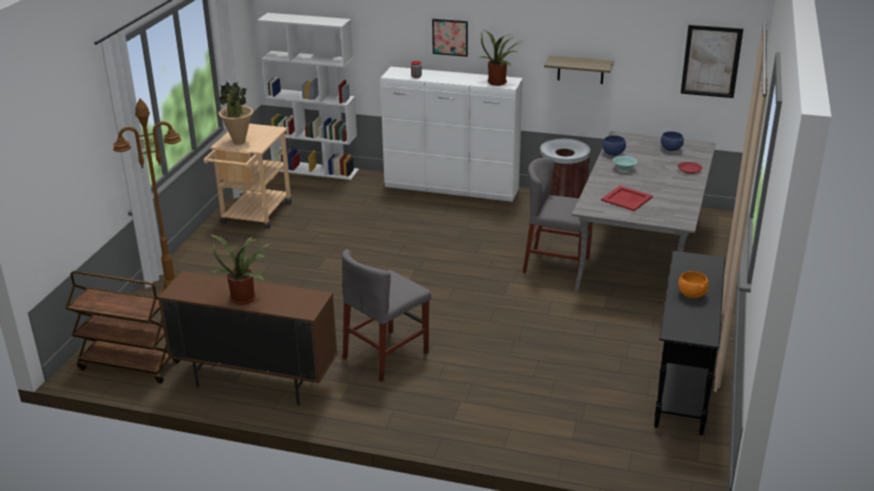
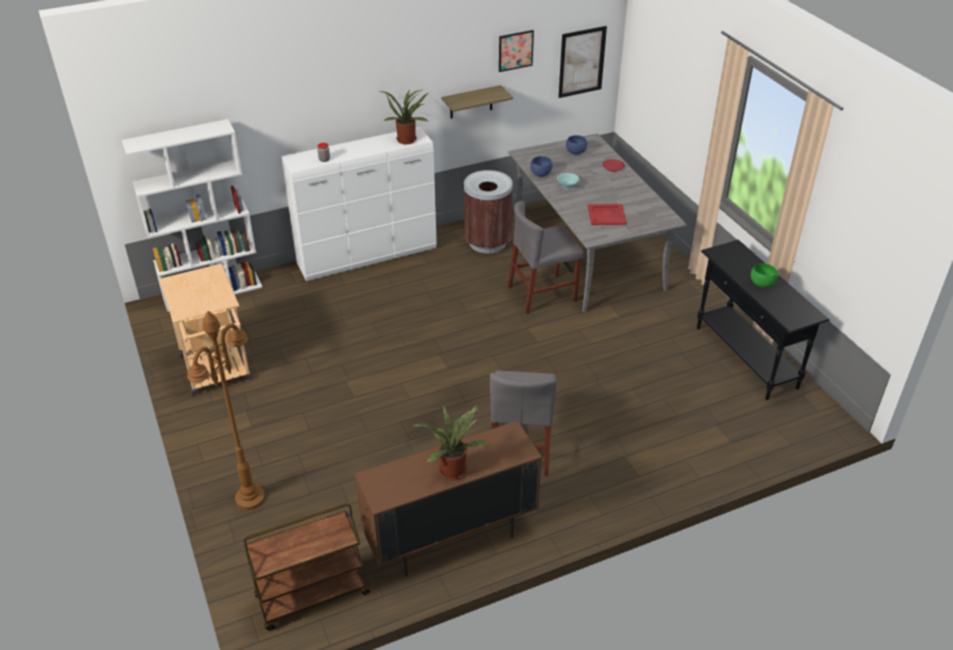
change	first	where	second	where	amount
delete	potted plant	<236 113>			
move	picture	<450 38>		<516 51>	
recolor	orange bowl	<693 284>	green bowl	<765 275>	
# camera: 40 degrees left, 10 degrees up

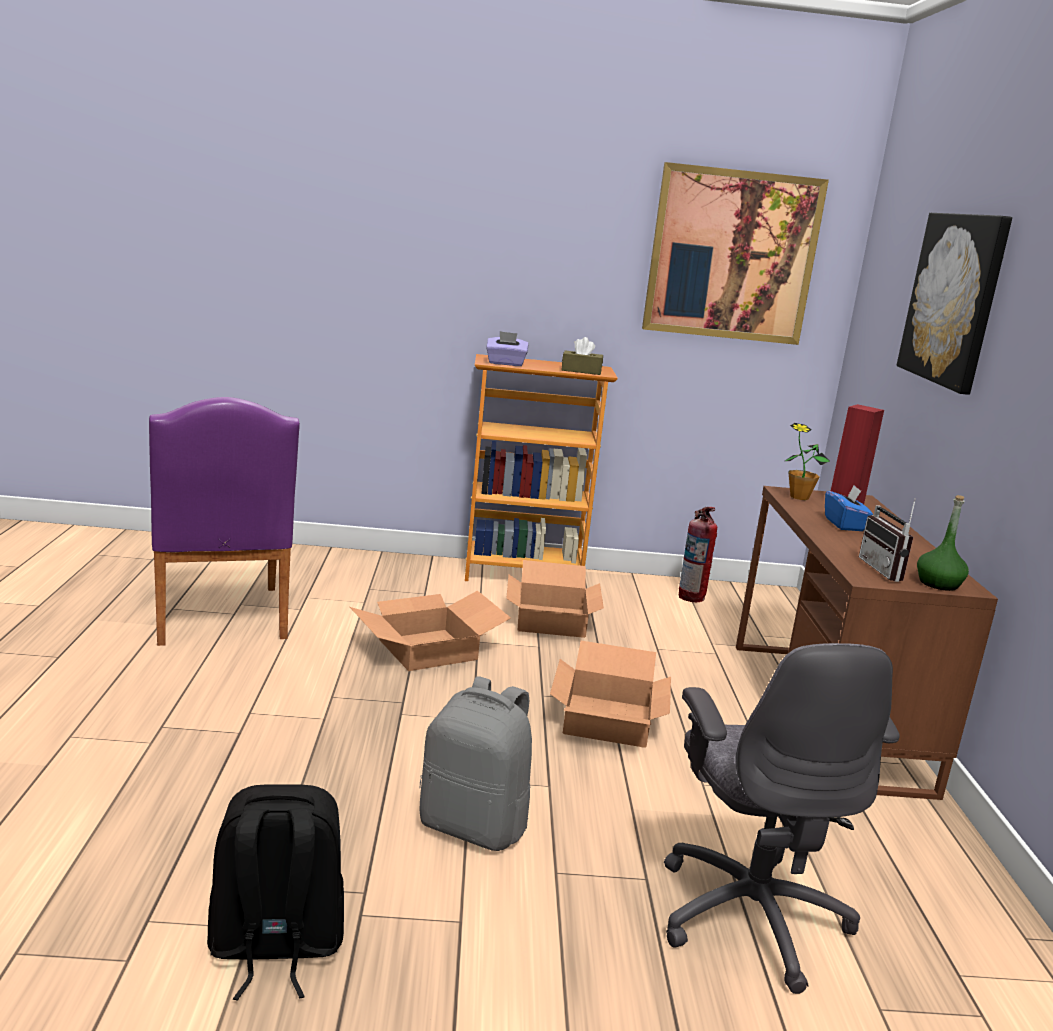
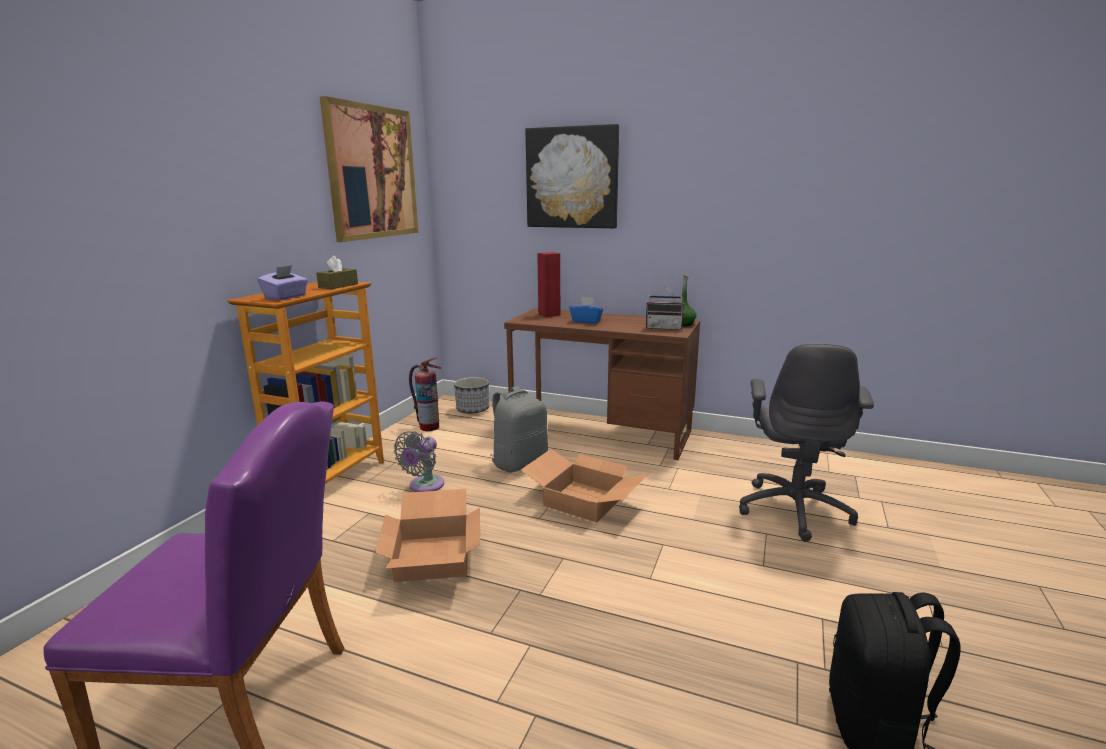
change	first	where	second	where	amount
delete	potted plant	<807 461>			
insert			planter	<471 395>	
move	grey backpack	<476 764>		<519 429>	
replace	cardboard box	<555 599>	grey fan	<419 461>	
rotate	grey office chair	<782 818>		<806 442>	90 degrees clockwise
# camera: 65 degrees left, 0 degrees up

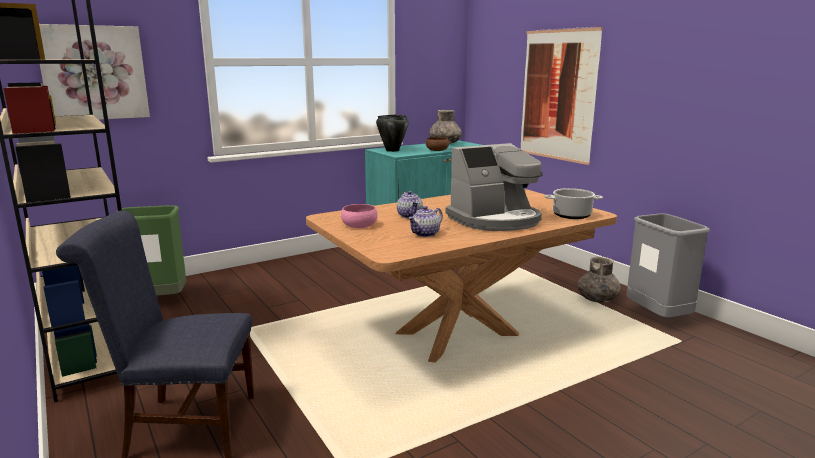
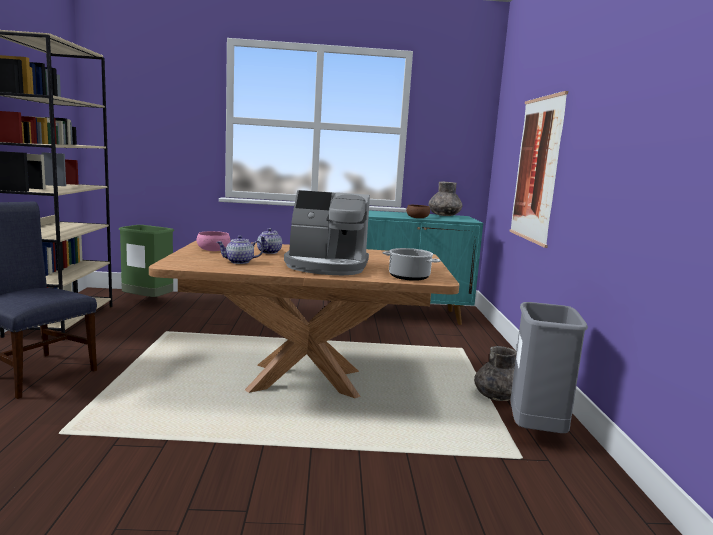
change	first	where	second	where	amount
delete	picture	<94 72>			
delete	black cooking pot	<392 133>			
# camera: 30 degrees right, 5 degrees down

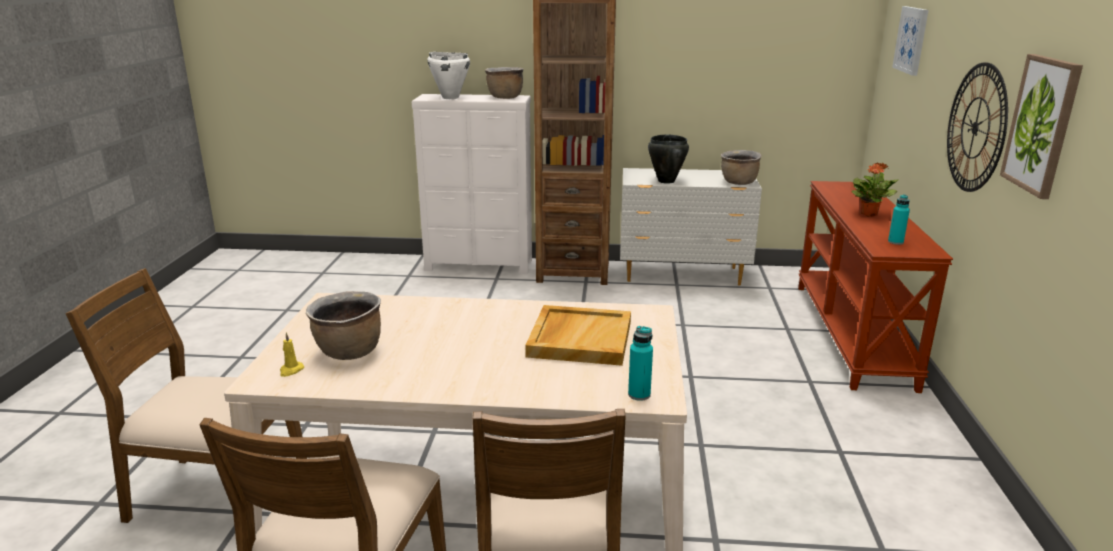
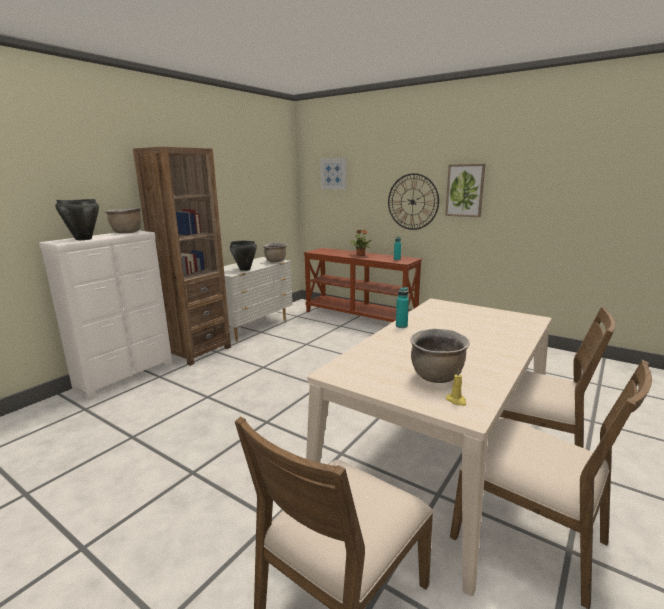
change	first	where	second	where	amount
delete	beige tray	<578 335>			
move	turquoise bottle	<640 363>		<402 307>	
recolor	white cooking pot	<448 75>	black cooking pot	<77 219>	
# camera: 60 degrees left, 5 degrees down

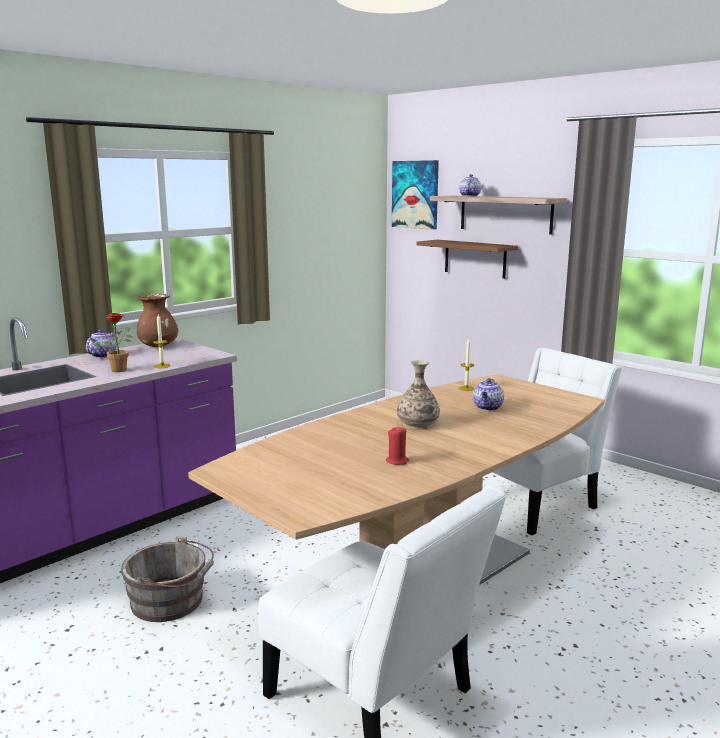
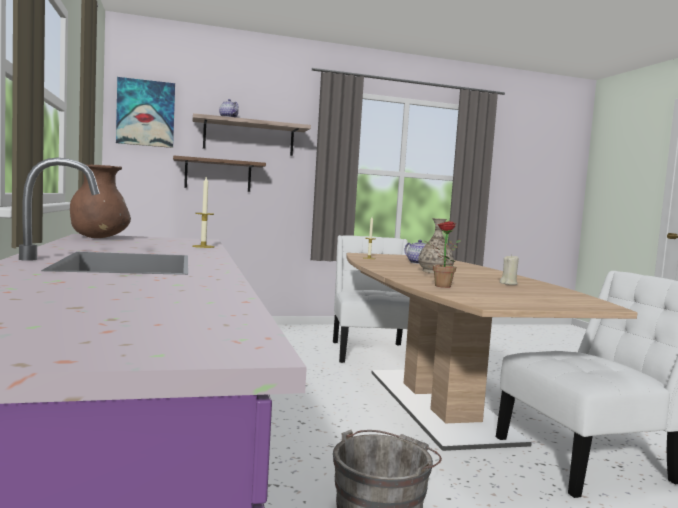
change	first	where	second	where	amount
delete	teapot	<101 343>			
move	potted plant	<112 342>		<443 254>	
recolor	red candle	<397 445>	beige candle	<509 269>	
# camera: 60 degrees left, 10 degrees down

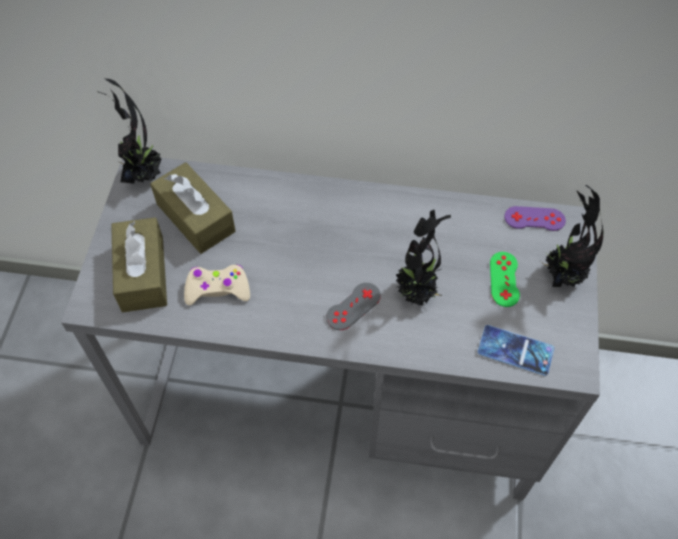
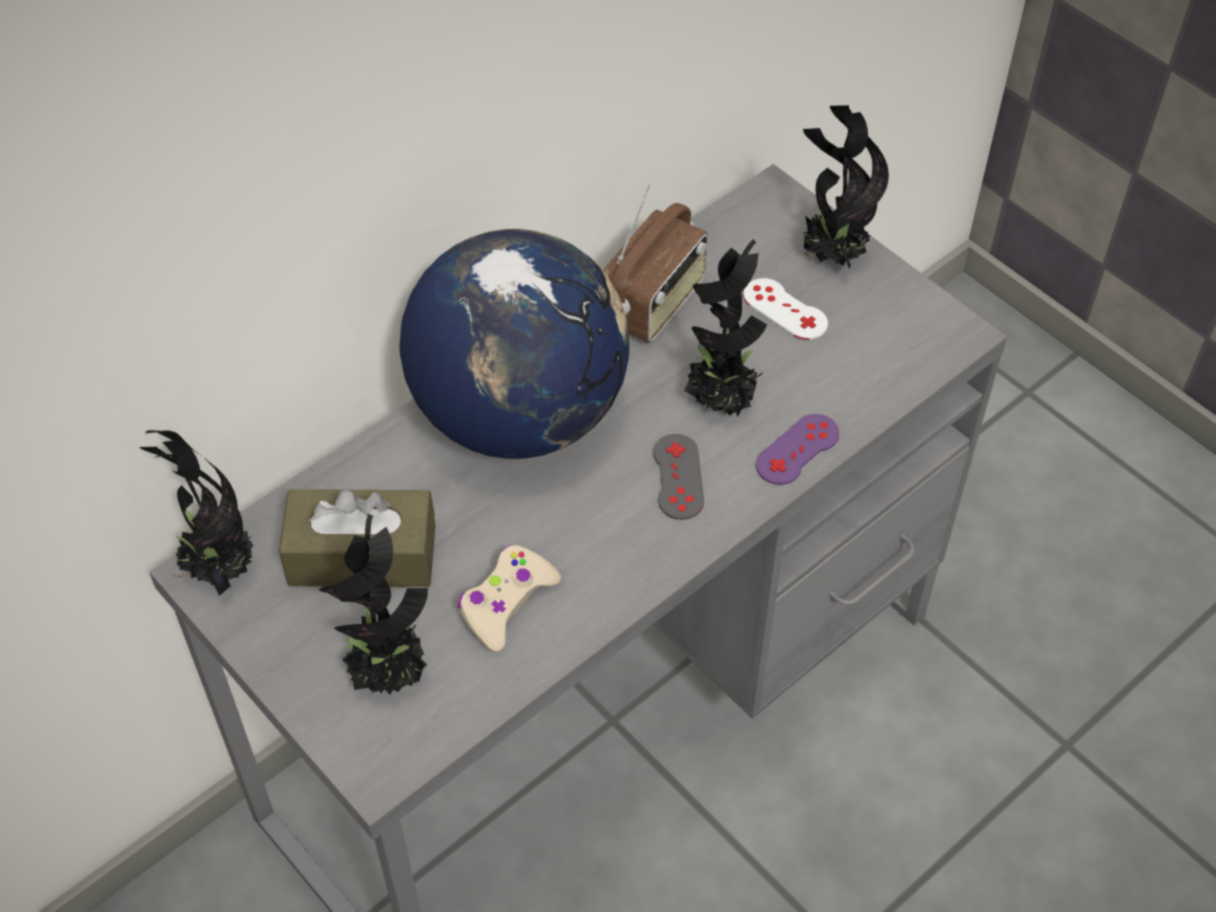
change	first	where	second	where	amount
delete	phone	<516 350>			
insert			globe	<514 344>	
insert			radio	<655 263>	
move	purple game controller	<535 218>		<797 449>	
replace	brown tissue box	<139 264>	potted plant	<373 604>	
recolor	green game controller	<505 279>	white game controller	<785 309>	
# camera: 50 degrees left, 5 degrees down

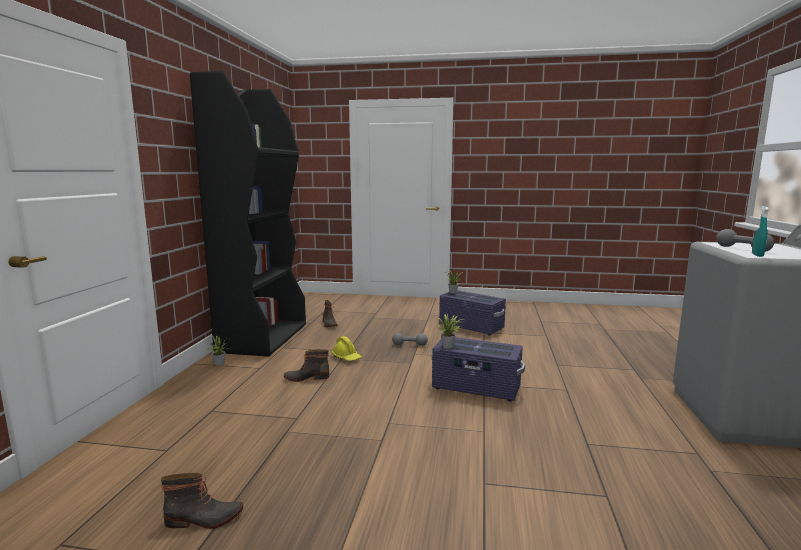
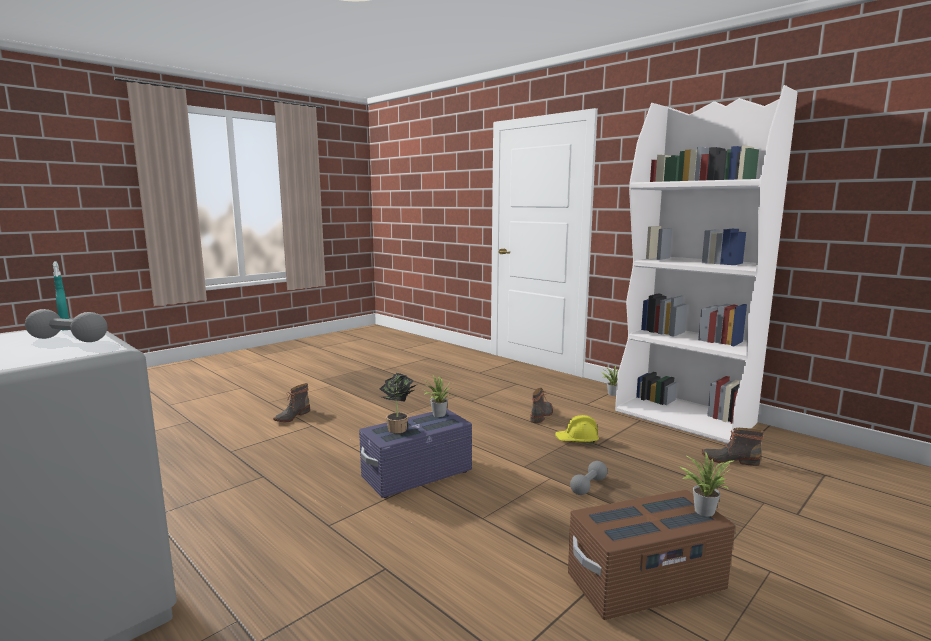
change	first	where	second	where	amount
insert			potted plant	<398 403>	
move	boot	<202 501>		<291 402>	
recolor	black bookcase	<248 214>	white bookcase	<706 264>	
recolor	purple storage box	<472 313>	brown storage box	<651 555>	
# camera: 125 degrees right, 0 degrees up

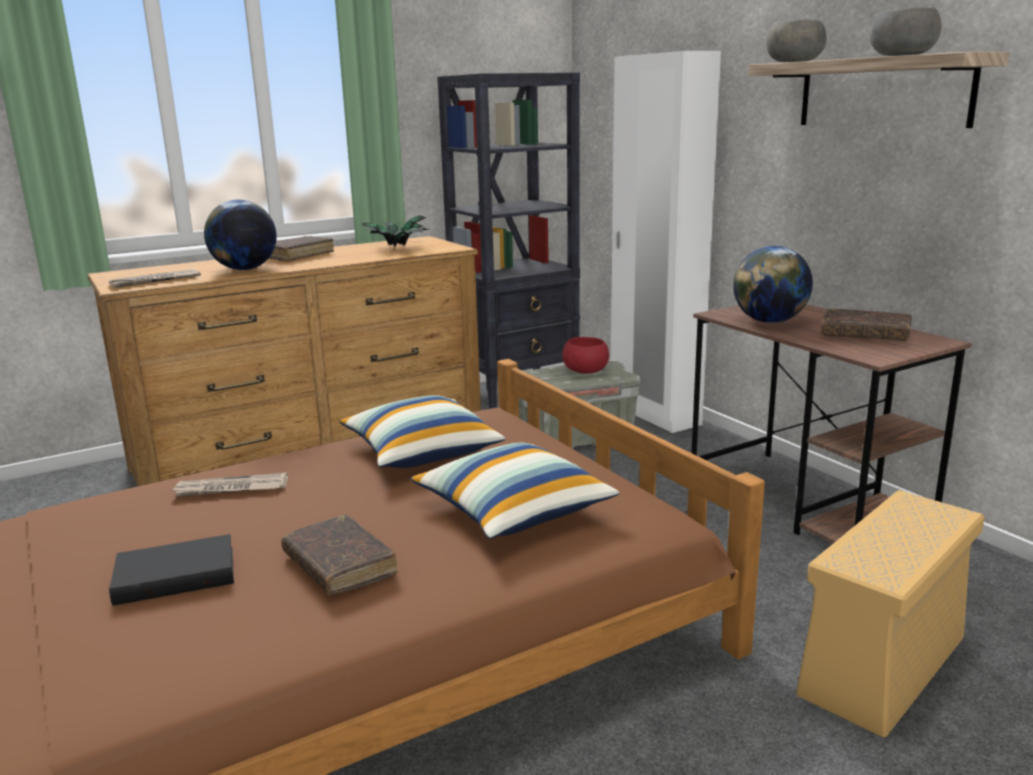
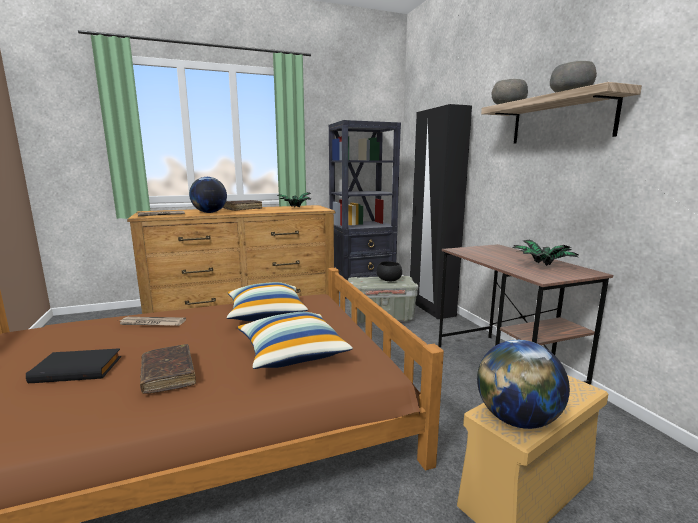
change	first	where	second	where	amount
move	globe	<773 284>		<523 384>	
replace	brown book	<866 324>	potted plant	<545 253>	
recolor	red bowl	<585 355>	black bowl	<389 271>	
recolor	white wardrobe	<666 242>	black wardrobe	<441 211>	
# camera: 10 degrees right, 5 degrees down

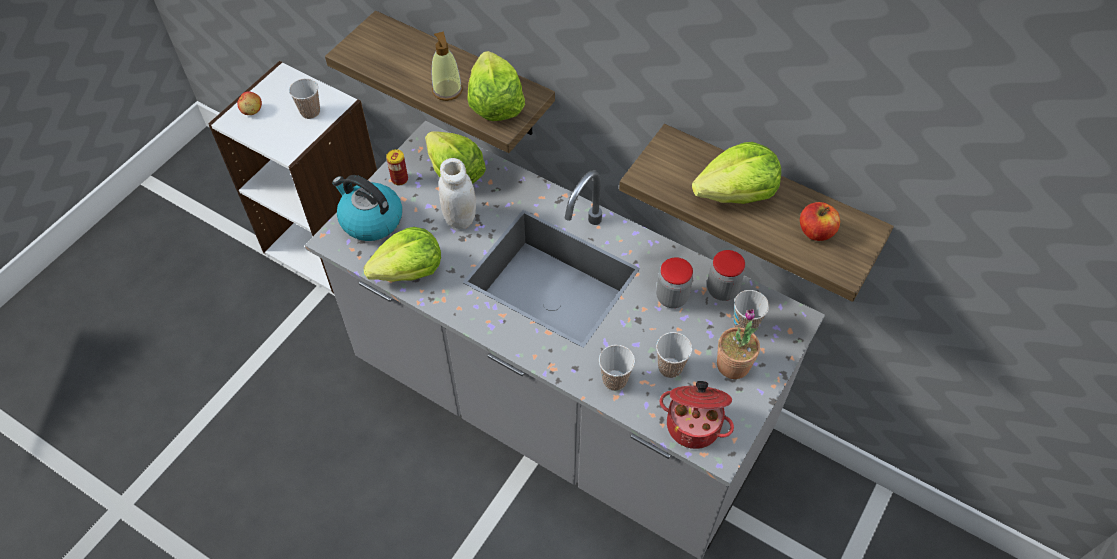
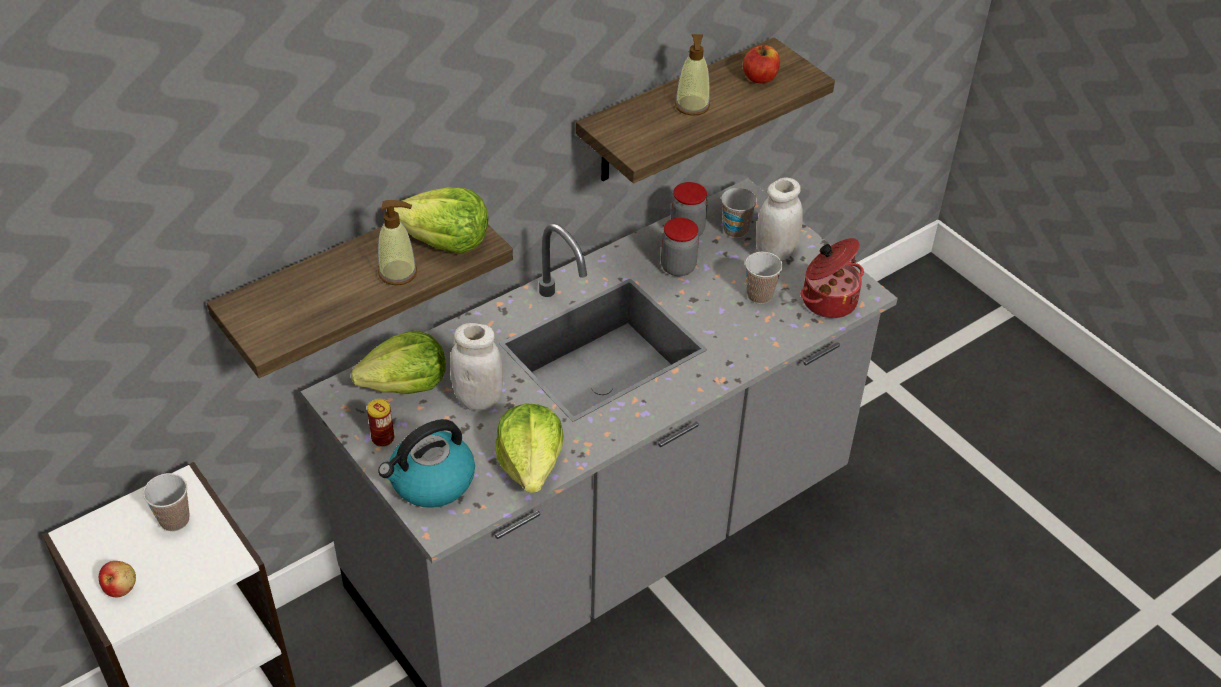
change	first	where	second	where	amount
delete	cup	<617 368>			
replace	lettuce	<736 173>	soap dispenser	<692 75>	
replace	potted plant	<738 344>	white jar	<779 219>	
# camera: 70 degrees left, 10 degrees down

